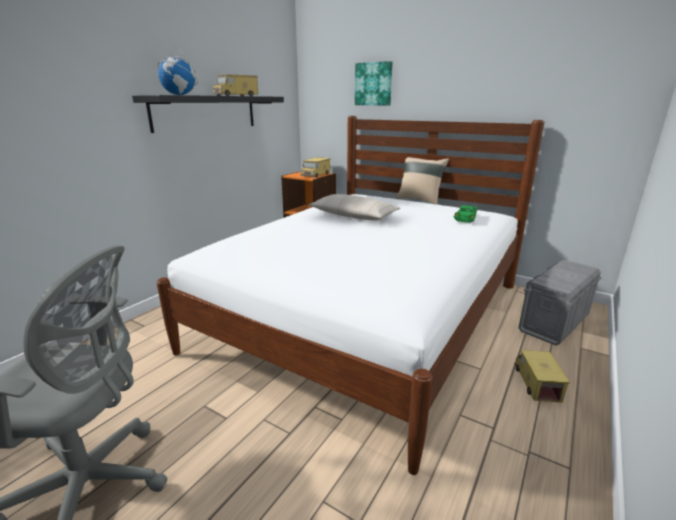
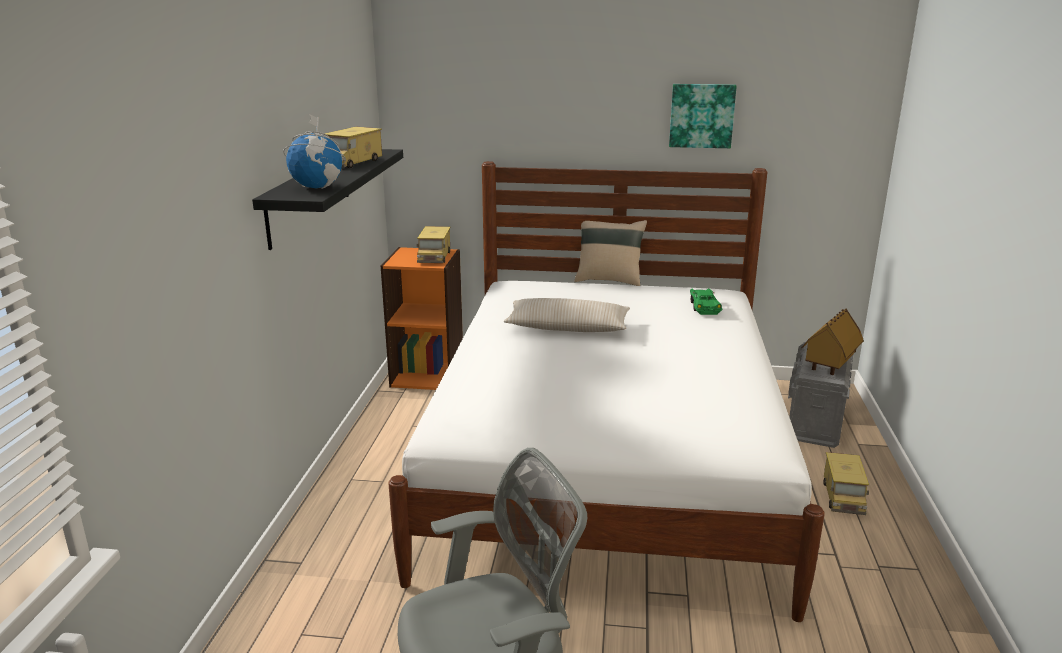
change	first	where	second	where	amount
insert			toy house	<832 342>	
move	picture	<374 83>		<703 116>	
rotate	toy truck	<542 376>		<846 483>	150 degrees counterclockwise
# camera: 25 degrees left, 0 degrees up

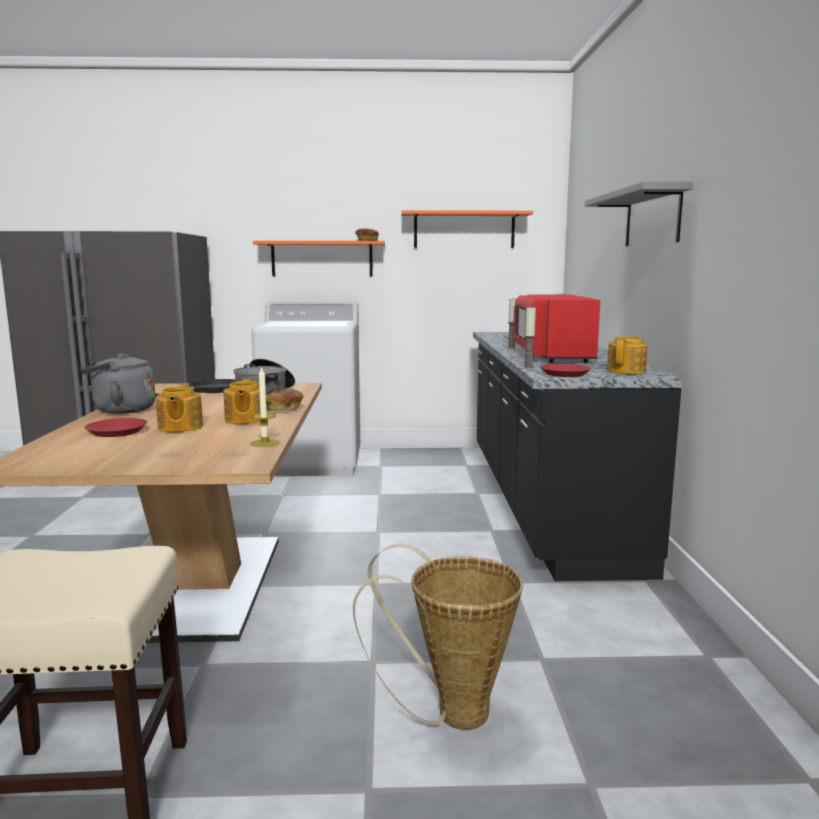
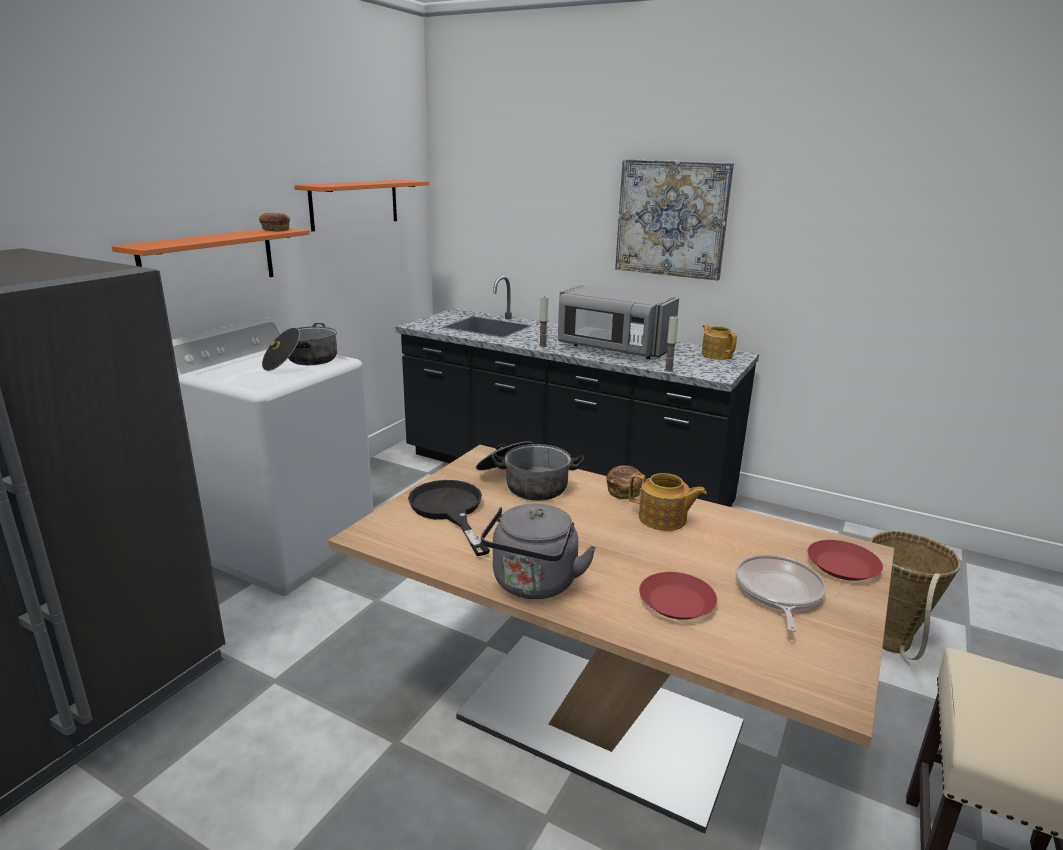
change	first	where	second	where	amount
delete	teapot	<179 408>			
delete	candle	<265 406>			
insert			cooking pot	<299 347>	
insert			frying pan	<781 593>	
move	red plate	<565 370>		<845 560>	
replace	grey shelf	<639 213>	picture	<674 220>	
recolor	red microwave	<557 329>	grey microwave	<618 322>	
# camera: 60 degrees left, 10 degrees up

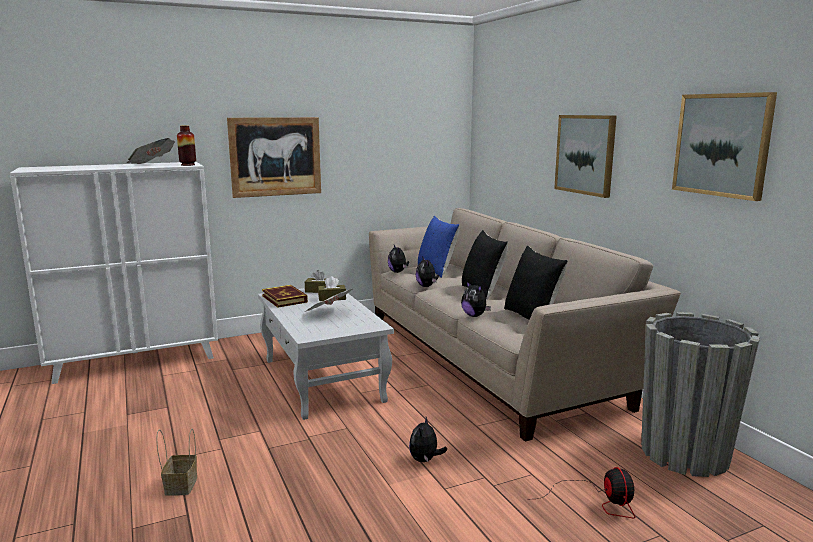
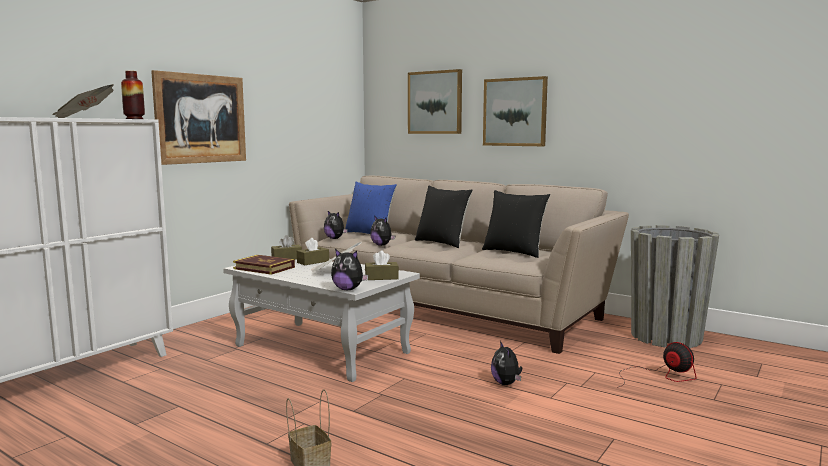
change	first	where	second	where	amount
insert			brown tissue box	<382 265>	
move	plush toy	<476 299>		<349 269>	
move	picture	<724 146>		<435 101>	
# camera: 30 degrees left, 5 degrees down

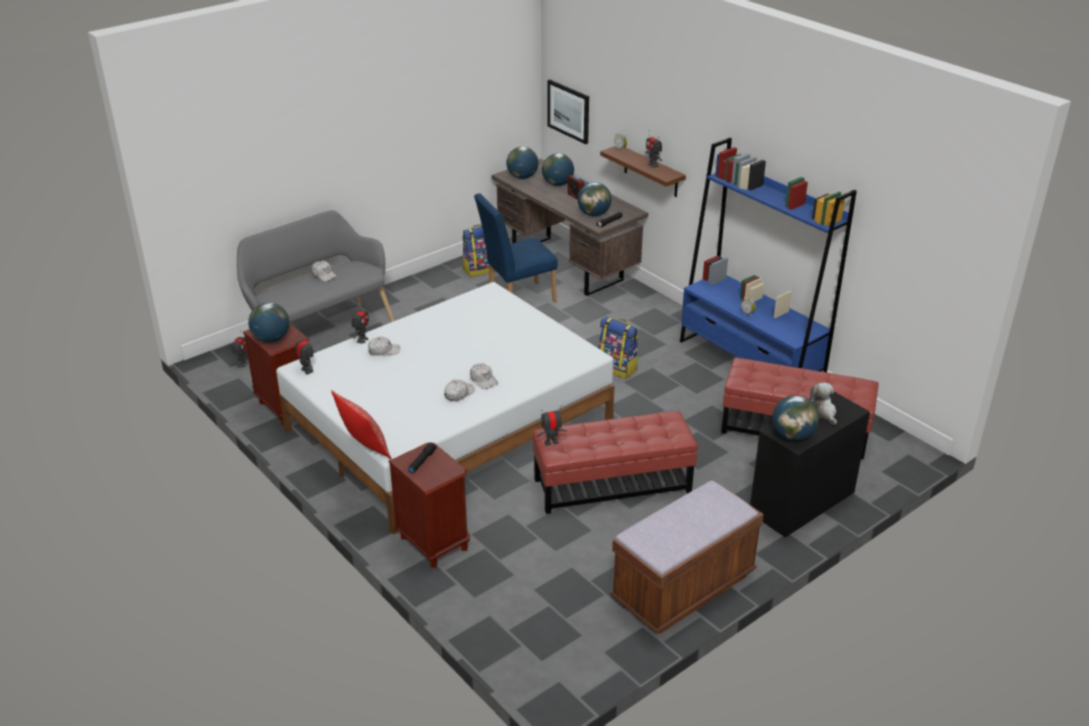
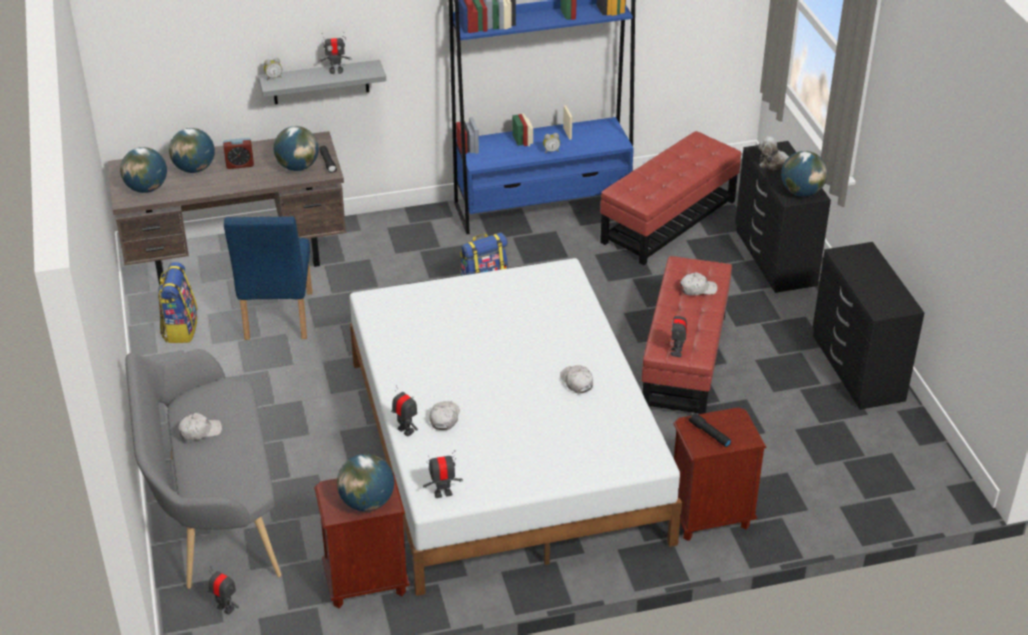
change	first	where	second	where	amount
delete	pillow	<361 425>			
delete	picture	<568 112>			
move	white cap	<484 376>		<699 283>	
replace	brown bench	<687 557>	black dresser	<868 326>	
recolor	brown shelf	<643 171>	grey shelf	<322 82>	
# camera: 65 degrees left, 5 degrees up

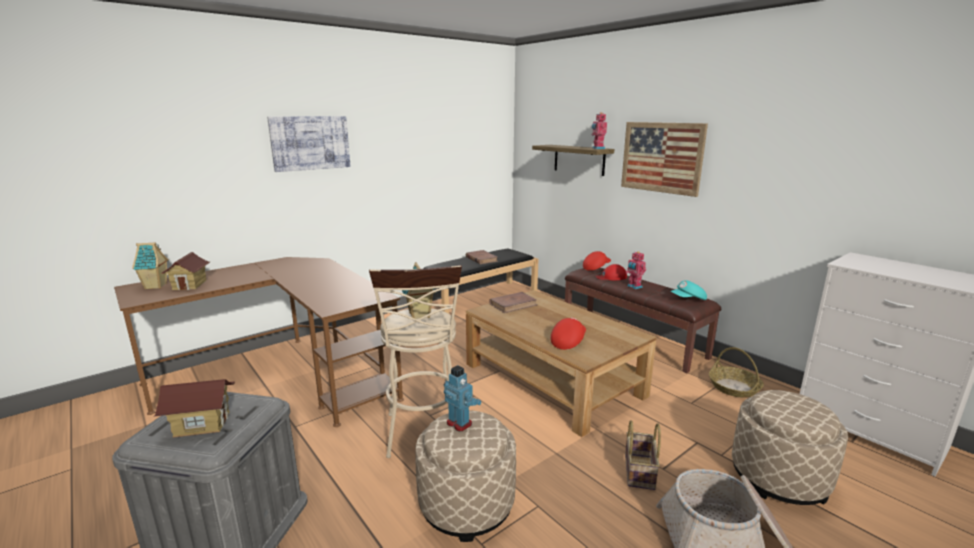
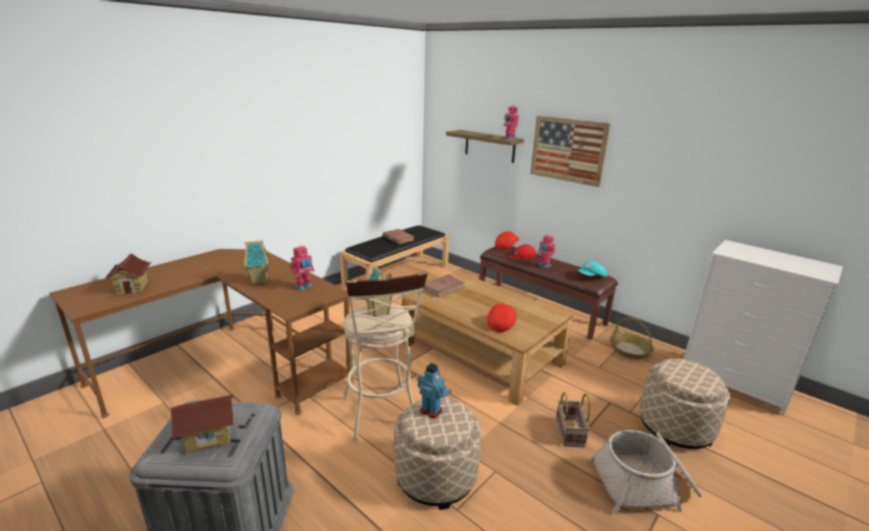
change	first	where	second	where	amount
delete	picture	<309 144>			
insert			toy robot	<302 267>	
move	toy house	<150 266>		<256 262>	
# camera: 10 degrees left, 5 degrees up

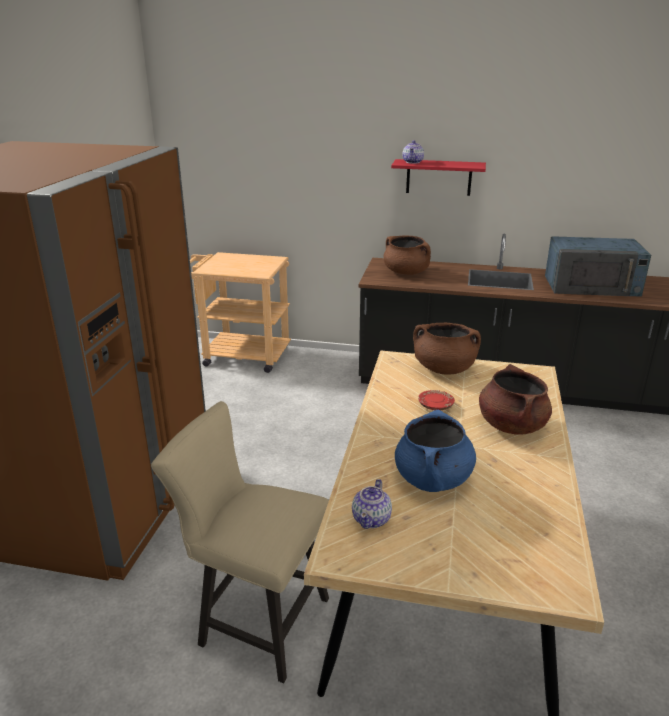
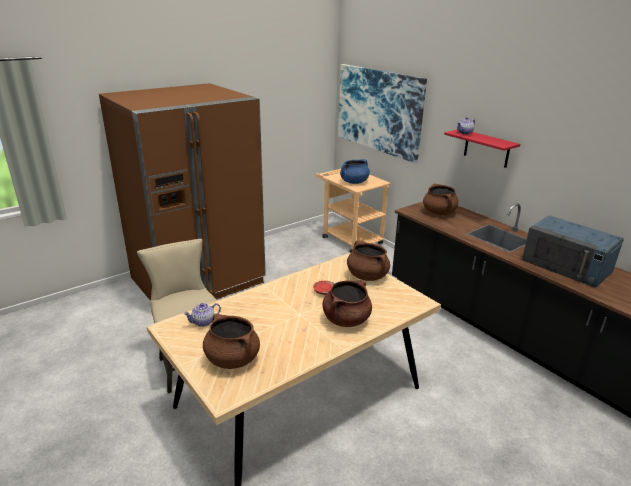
change	first	where	second	where	amount
insert			brown cooking pot	<231 341>	
insert			picture	<382 113>	
move	blue cooking pot	<435 451>		<355 171>	
# camera: 40 degrees right, 0 degrees up

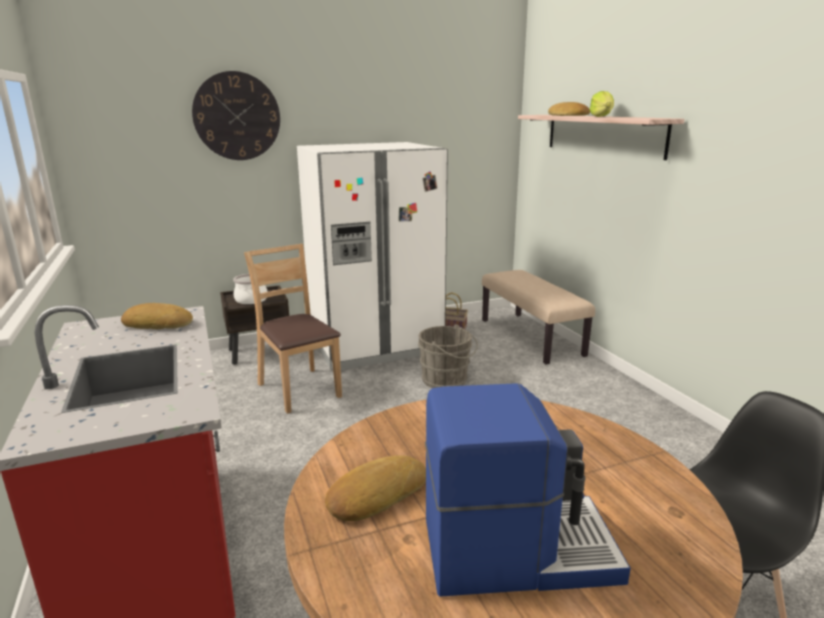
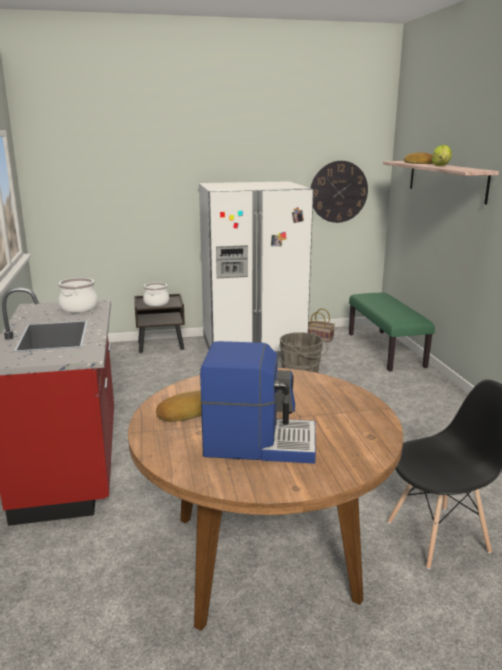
change	first	where	second	where	amount
delete	brown chair	<293 329>			
move	wall clock	<236 115>		<339 192>	
replace	bread	<157 316>	cooking pot	<78 295>	
recolor	beige bench	<538 317>	green bench	<392 332>	
# camera: 10 degrees right, 0 degrees up

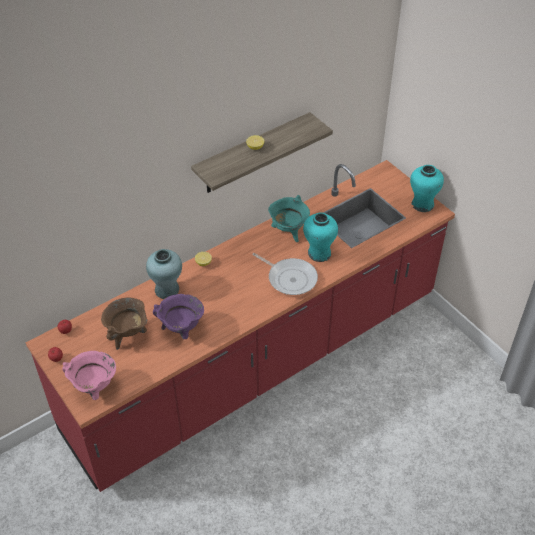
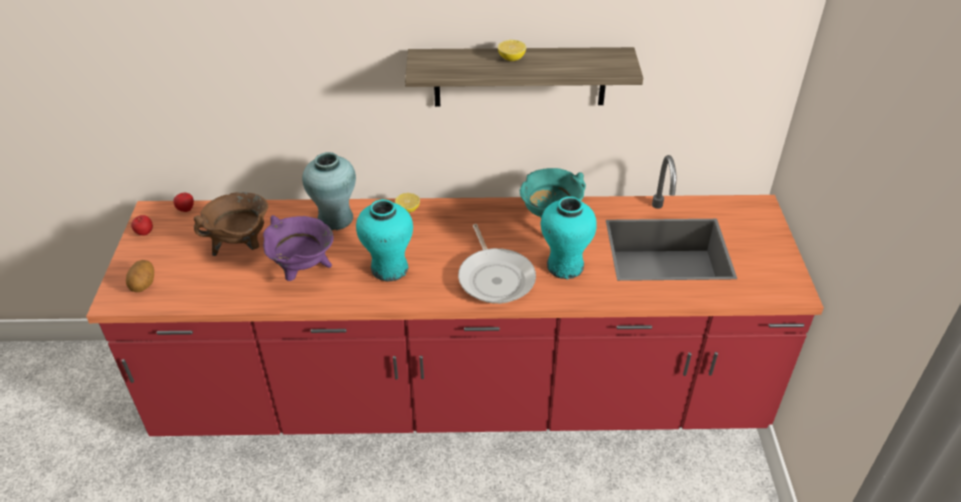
change	first	where	second	where	amount
move	turquoise vase	<427 188>		<384 240>	
replace	pink cooking pot	<89 375>	potato	<140 276>	
# camera: 35 degrees right, 5 degrees down

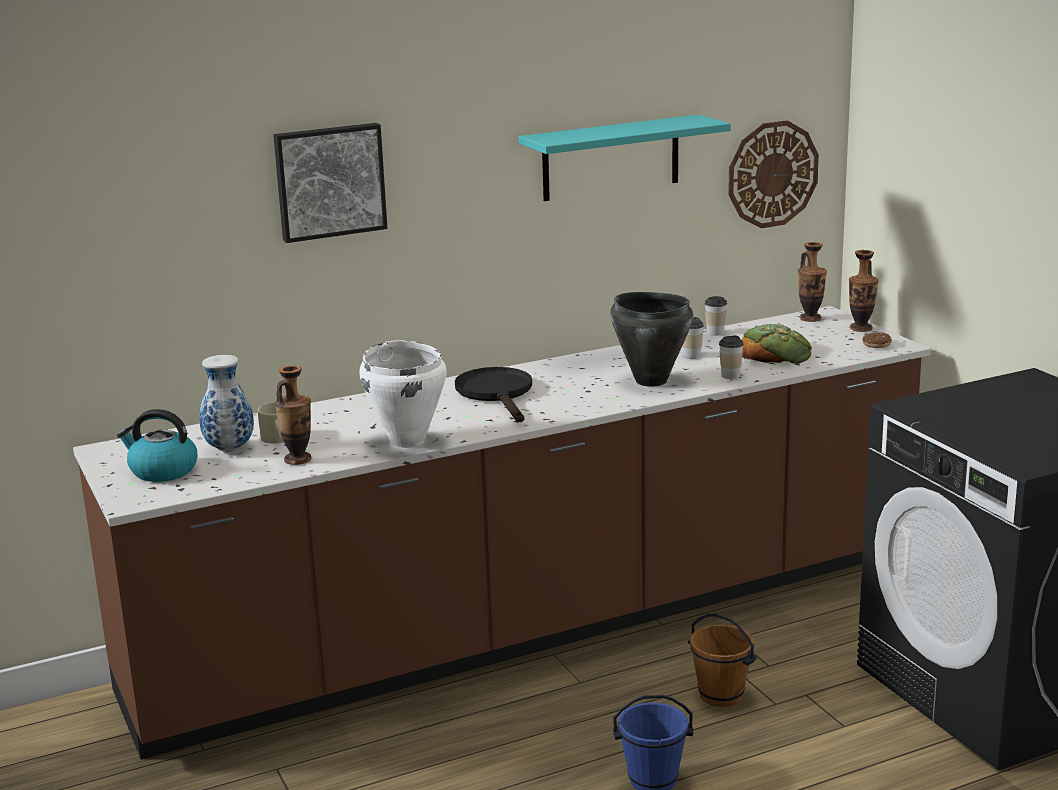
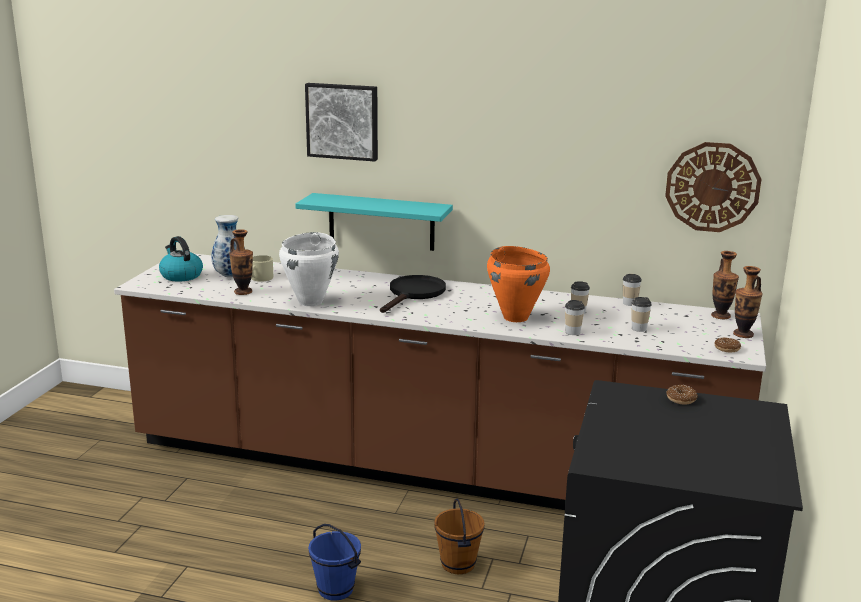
change	first	where	second	where	amount
insert			donut	<682 394>	
move	turquoise shelf	<625 158>		<374 222>	
replace	bread	<777 344>	cup	<642 314>	
recolor	black cooking pot	<651 339>	orange cooking pot	<518 284>	
# camera: 40 degrees right, 0 degrees up

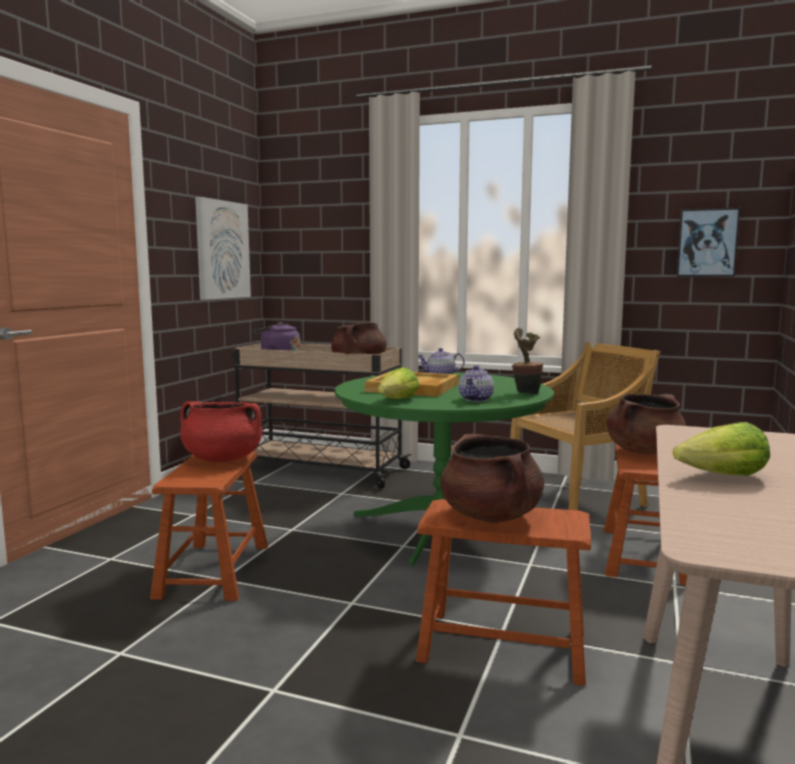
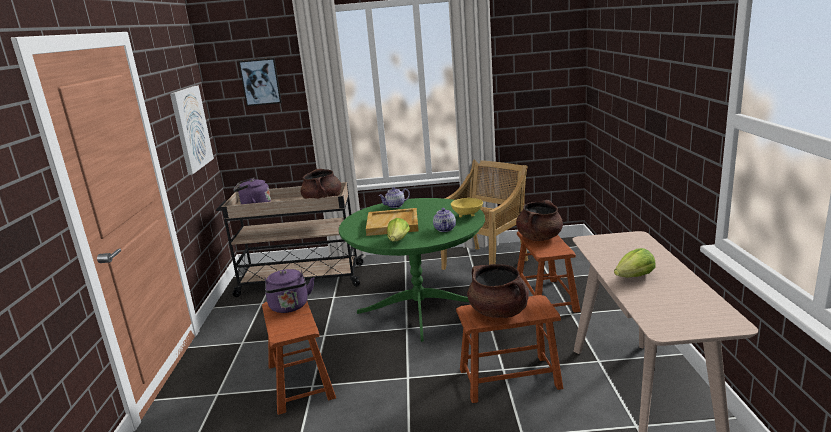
change	first	where	second	where	amount
move	picture	<708 242>		<260 82>	
replace	red cooking pot	<221 431>	purple kettle	<289 291>	
replace	potted plant	<527 361>	yellow bowl	<467 207>	
# camera: 20 degrees left, 10 degrees up

